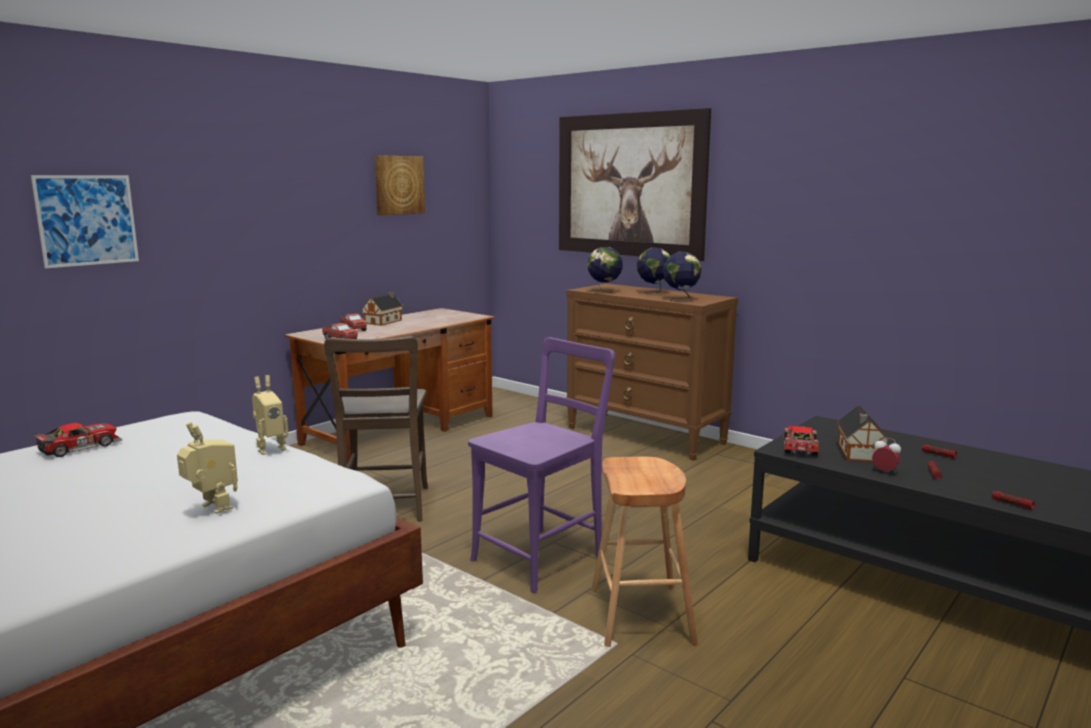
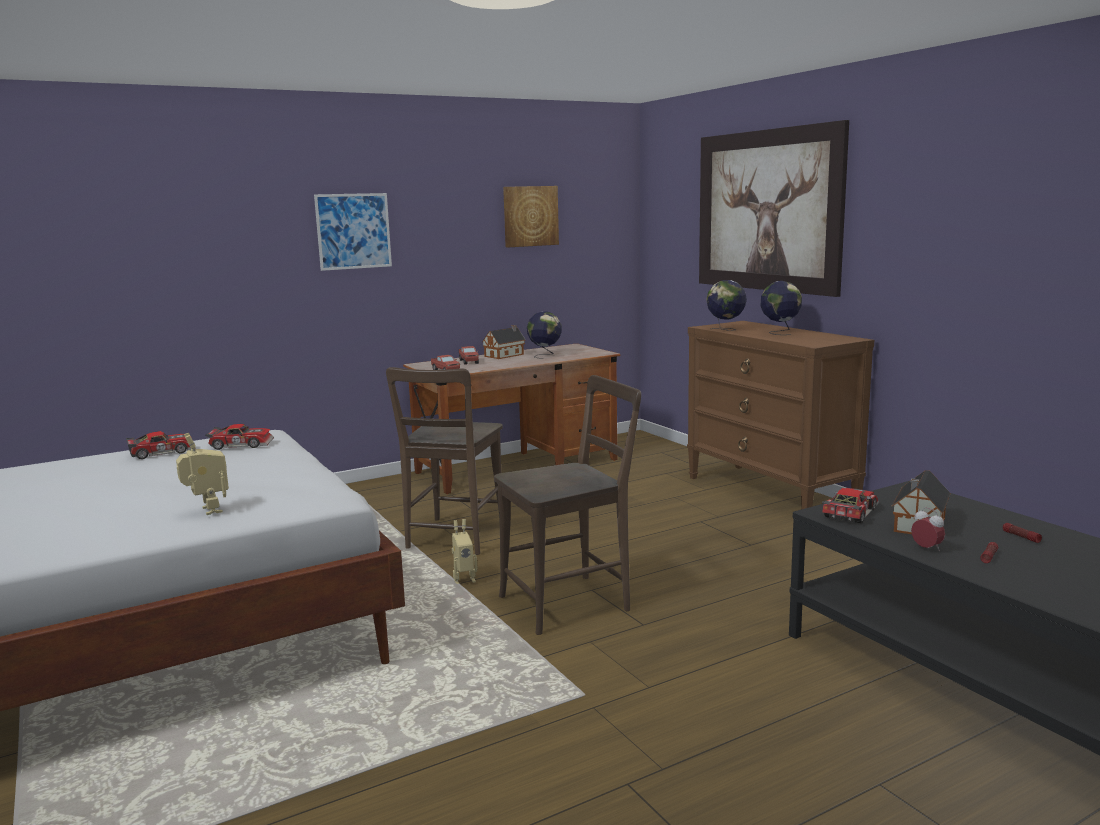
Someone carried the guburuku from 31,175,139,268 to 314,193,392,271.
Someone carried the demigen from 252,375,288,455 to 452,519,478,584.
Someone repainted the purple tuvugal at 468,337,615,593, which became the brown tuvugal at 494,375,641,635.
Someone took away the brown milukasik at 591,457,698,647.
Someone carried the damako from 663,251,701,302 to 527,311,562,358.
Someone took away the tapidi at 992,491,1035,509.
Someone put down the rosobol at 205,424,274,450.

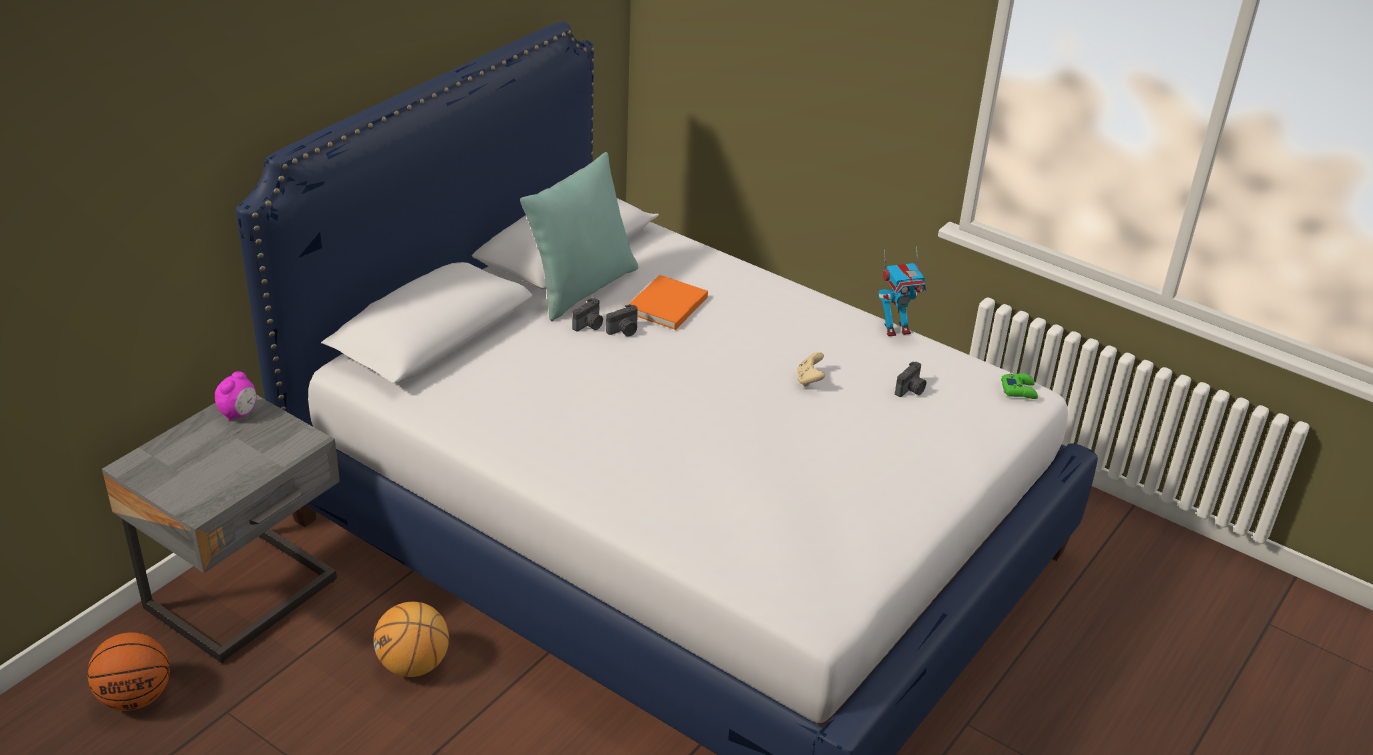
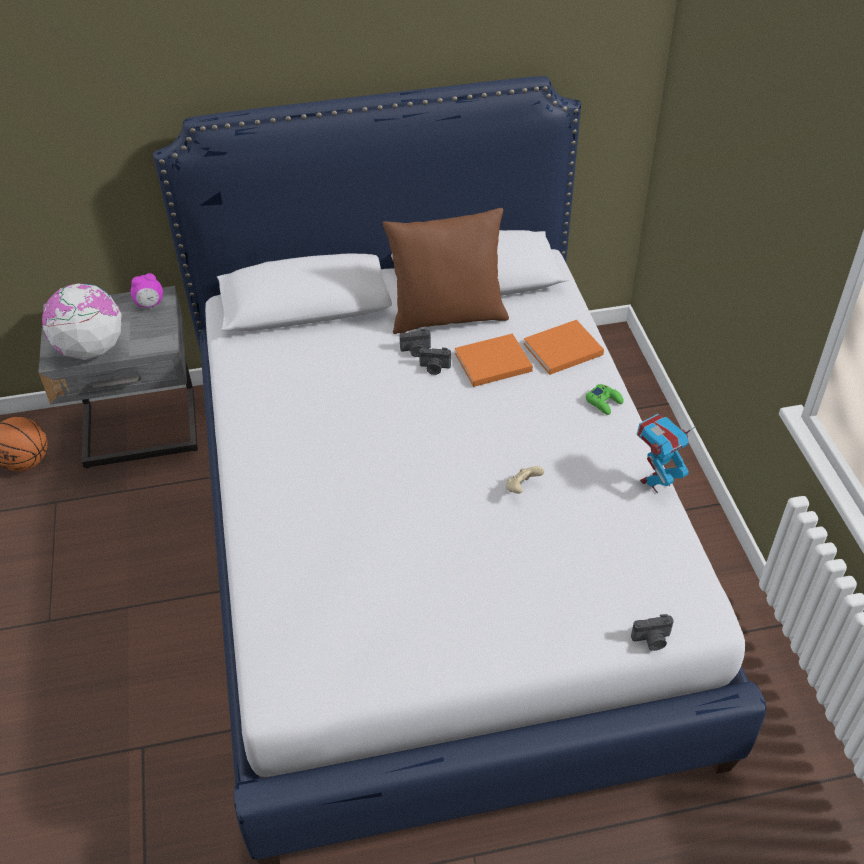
Someone took away the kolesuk at 373,602,449,677.
Someone repainted the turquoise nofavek at 520,152,638,321, which became the brown nofavek at 383,208,509,334.
Someone rotated the demigen at 879,246,927,336 by 120 degrees clockwise.
Someone carried the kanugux from 895,362,926,397 to 631,614,674,651.
Someone carried the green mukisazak from 1001,373,1038,399 to 586,384,624,415.
Someone put down the damako at 42,284,122,360.
Someone put down the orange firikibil at 523,320,604,375.

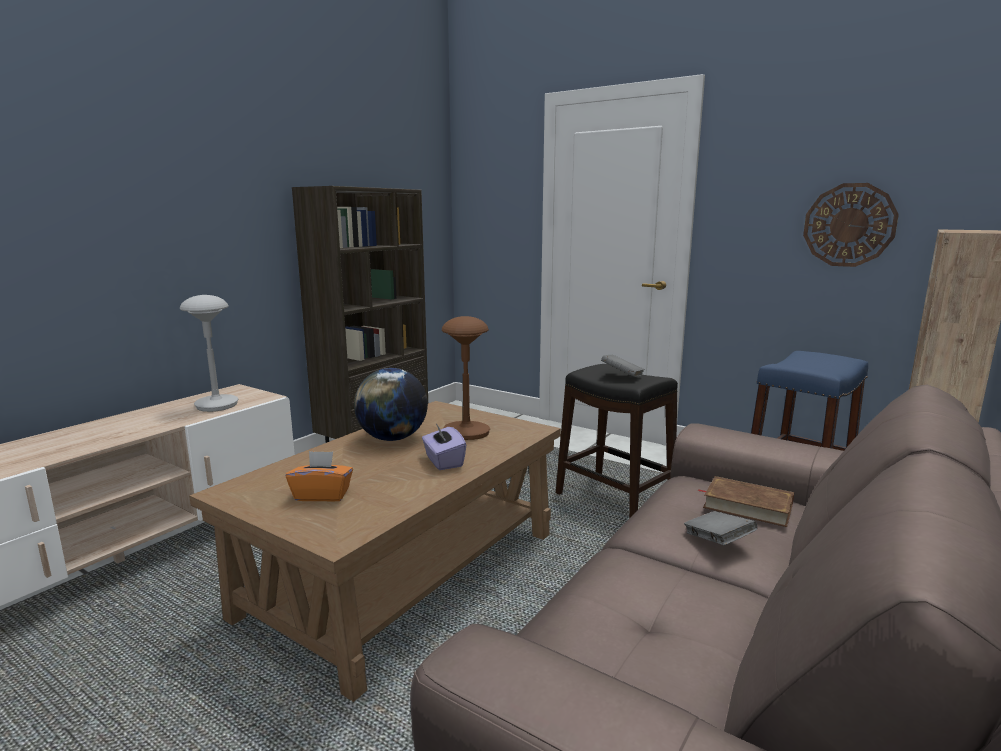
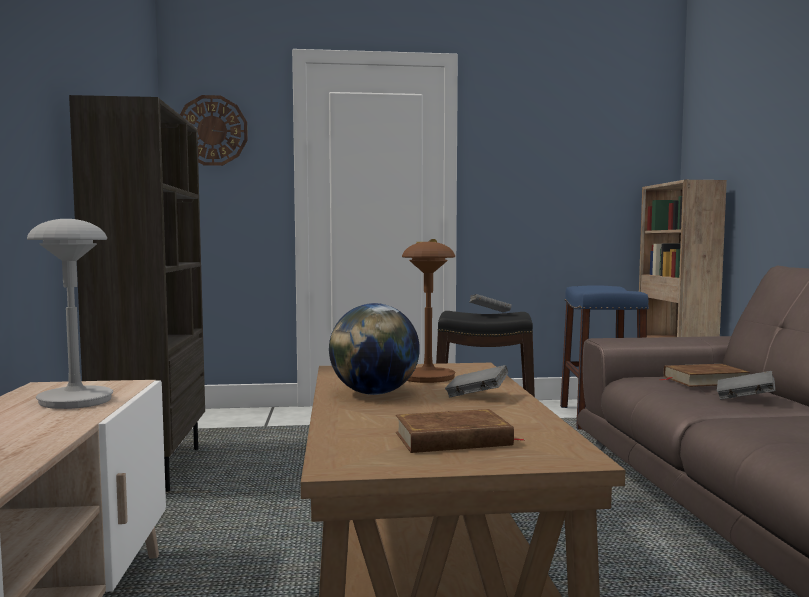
Someone swapped the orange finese at 286,451,353,502 for the brown firikibil at 396,409,524,453.
Someone swapped the purple finese at 422,424,466,470 for the grey firikibil at 445,365,508,397.
Someone carried the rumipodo from 803,183,899,267 to 180,95,248,166.

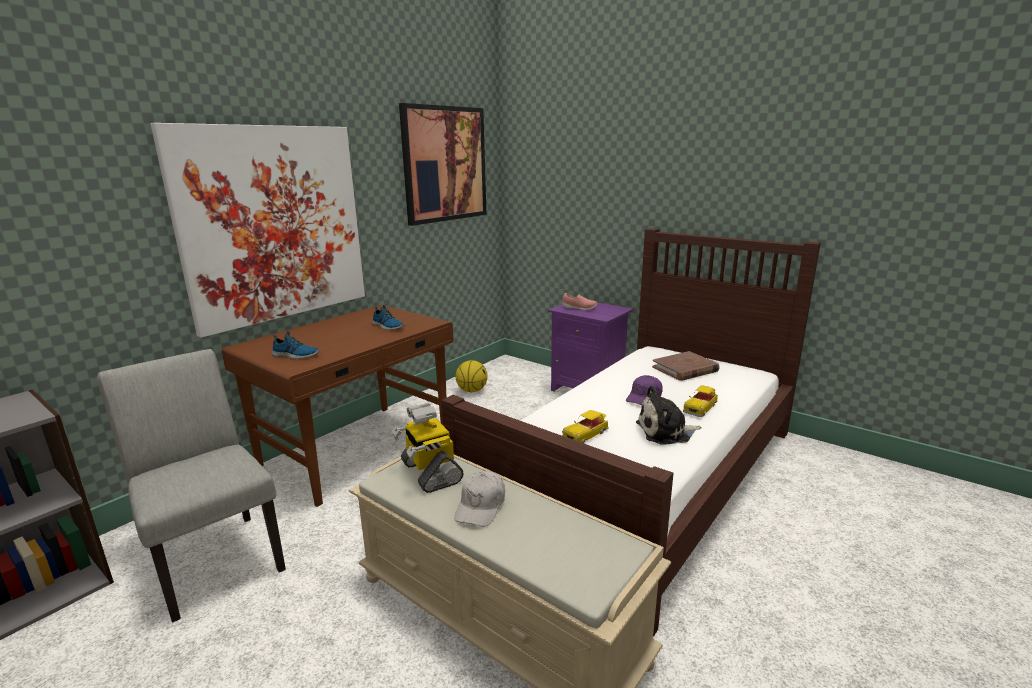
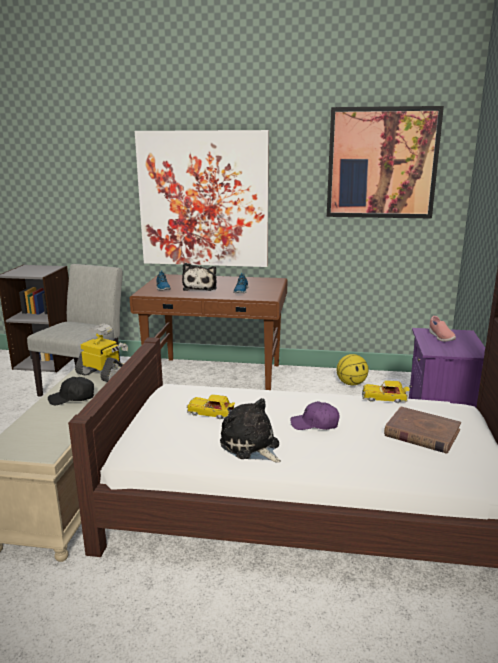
Someone rotated the demigen at 392,403,463,493 by 90 degrees clockwise.
Someone repainted the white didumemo at 454,471,505,527, which became the black didumemo at 48,377,94,405.
Someone carried the rosobol from 683,385,718,417 to 362,380,410,403.
Someone put down the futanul at 182,263,217,291.

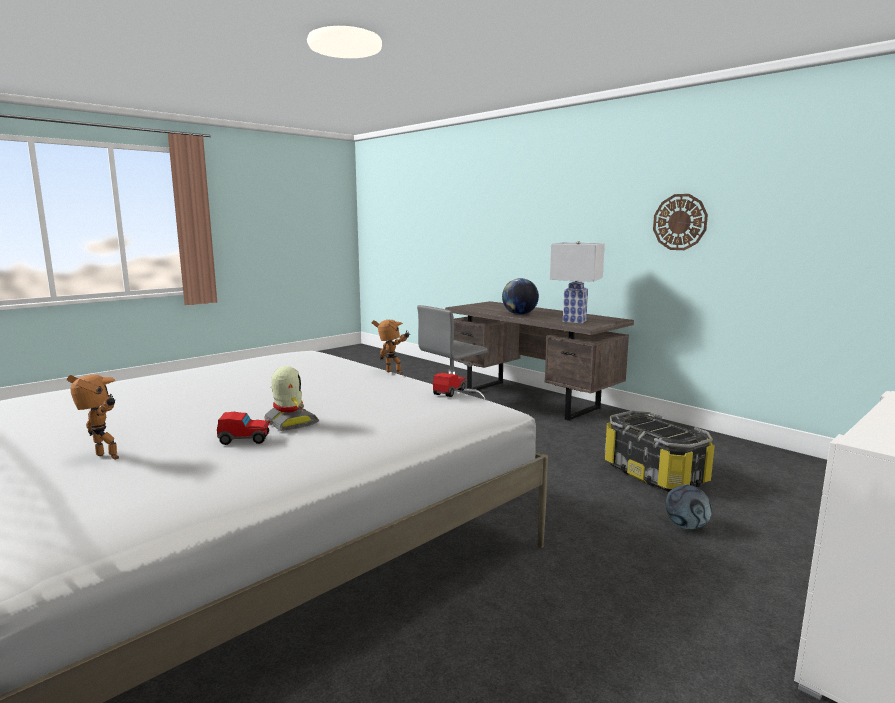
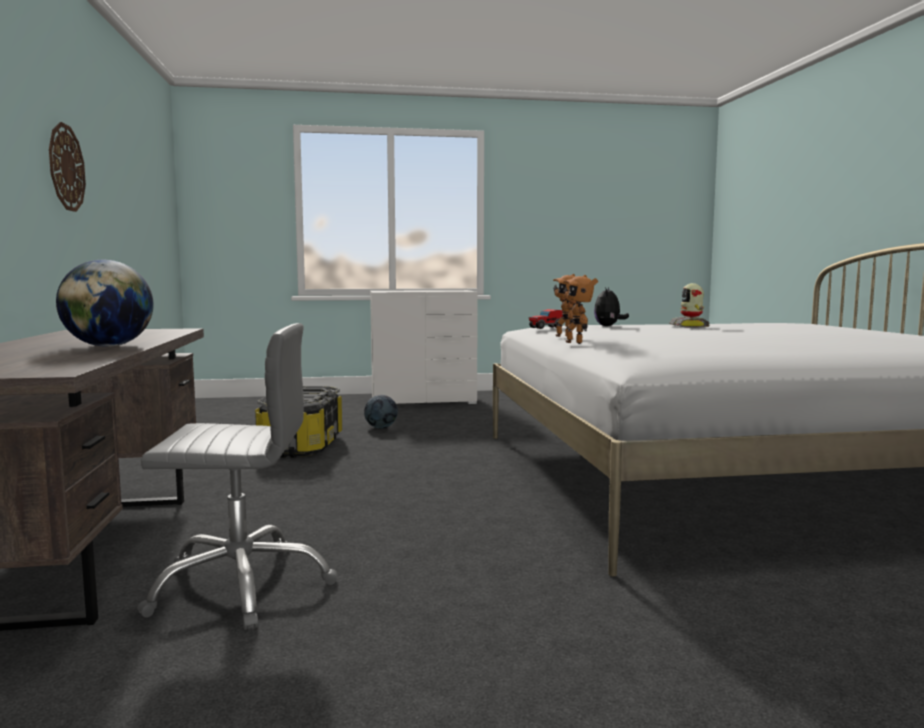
Someone carried the demigen from 67,375,119,460 to 563,275,598,344.
Someone took away the rosobol at 217,412,270,445.
Someone took away the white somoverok at 550,241,605,324.
Someone put down the futanul at 594,287,629,326.

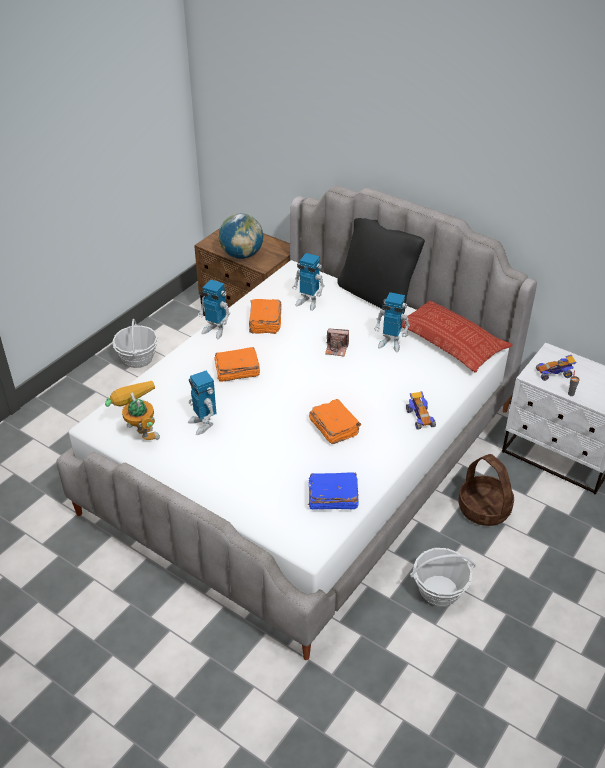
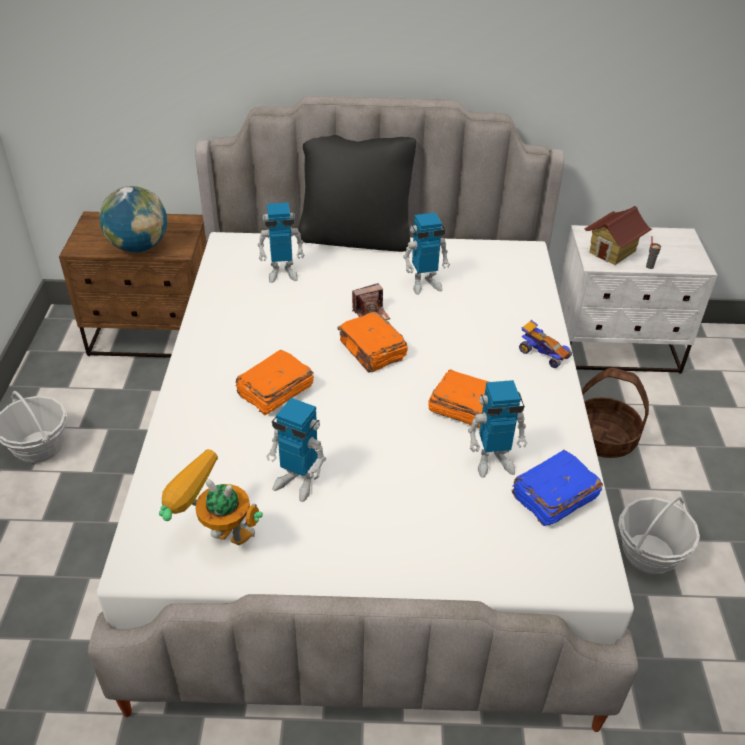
Someone carried the demigen from 198,280,230,339 to 468,380,527,478.
Someone carried the orange firikibil from 249,299,282,334 to 337,312,408,372.
Someone took away the nofavek at 402,300,513,373.
Someone swapped the rosobol at 536,355,576,381 for the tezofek at 584,206,652,265.

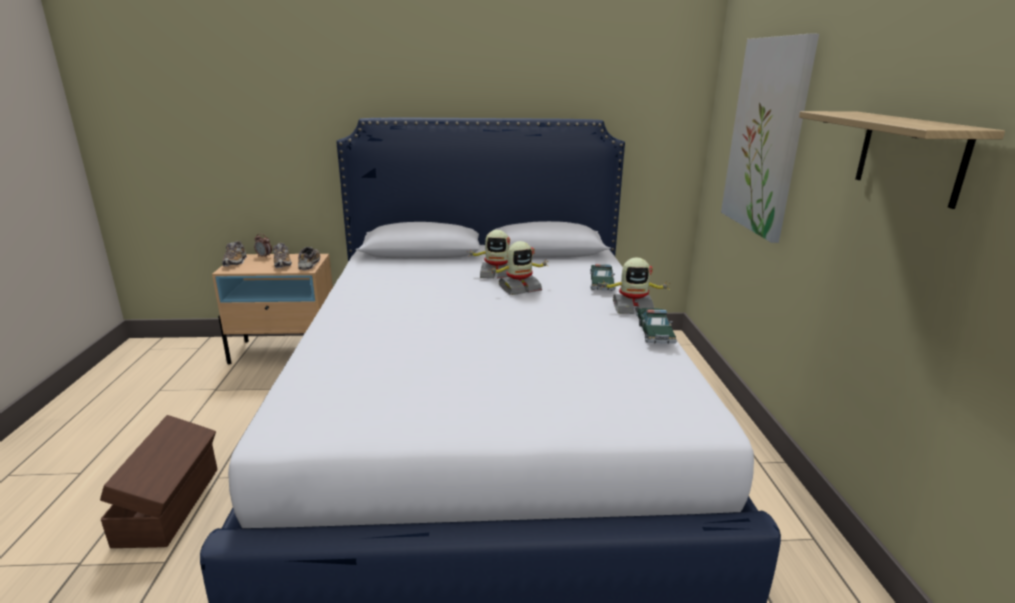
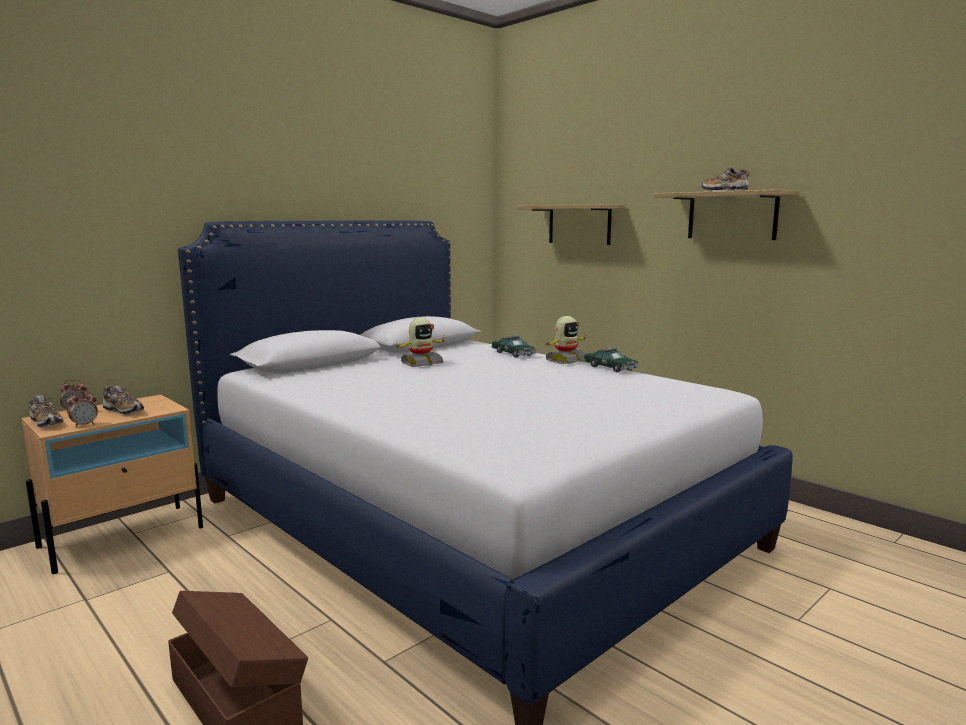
Someone carried the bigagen from 298,247,320,270 to 701,167,750,191.
Someone took away the demigen at 489,241,549,295.
Someone swapped the guburuku at 721,34,819,243 for the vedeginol at 517,204,624,245.
Someone put down the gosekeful at 67,391,98,427.

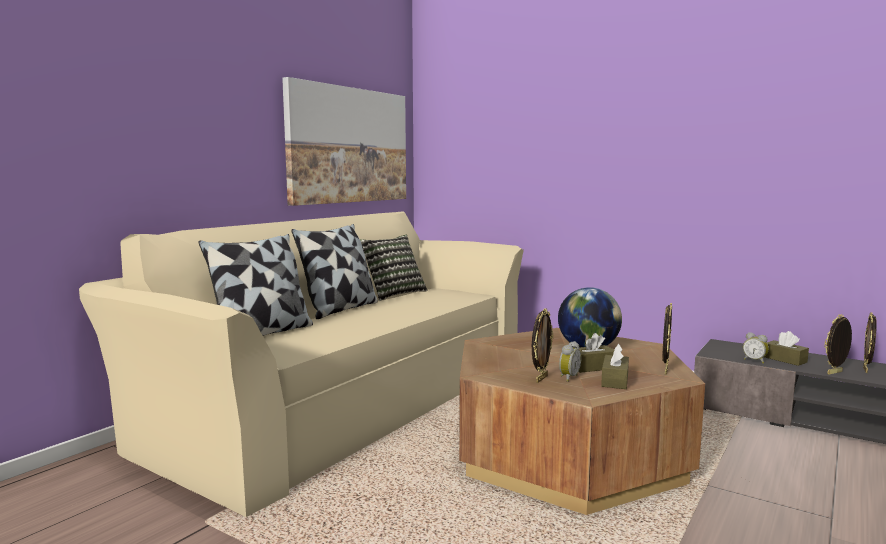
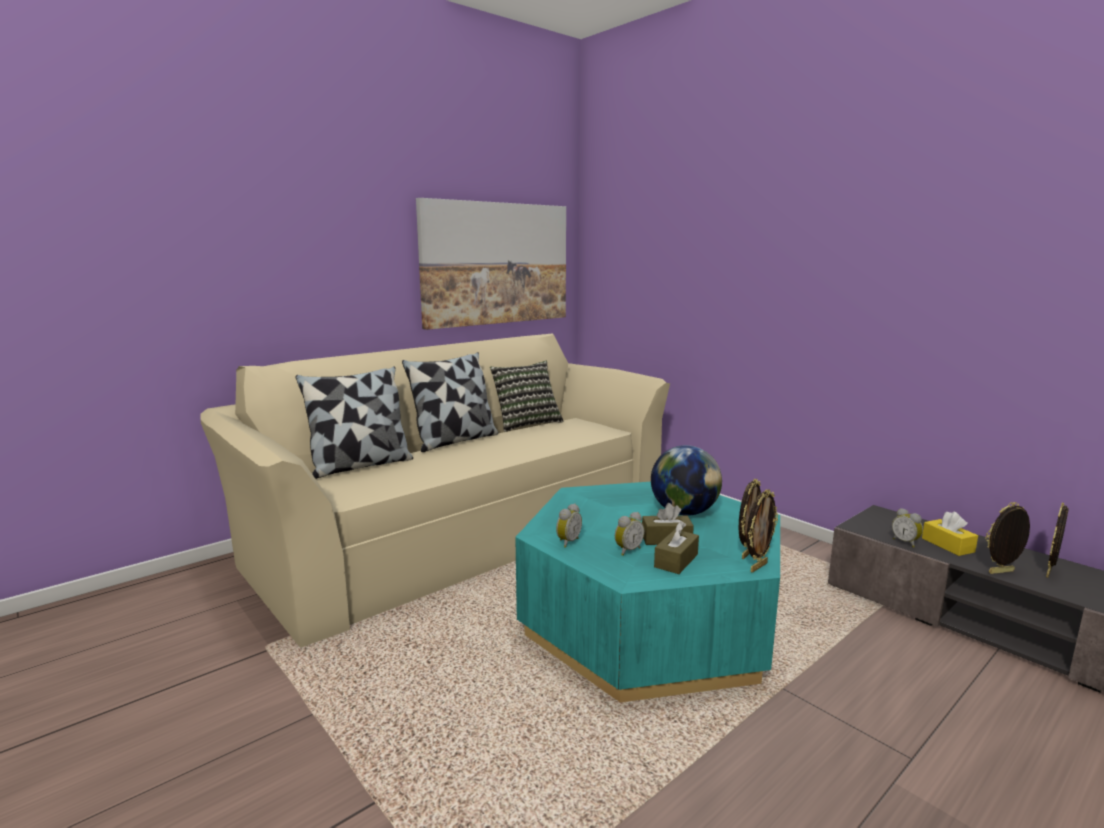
Someone repainted the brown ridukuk at 459,328,705,515, which became the turquoise ridukuk at 515,482,780,703.
Someone carried the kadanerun from 532,308,553,383 to 747,489,778,573.
Someone repainted the brown finese at 765,331,809,366, which became the yellow finese at 922,511,978,556.
Someone put down the gosekeful at 556,503,582,548.

